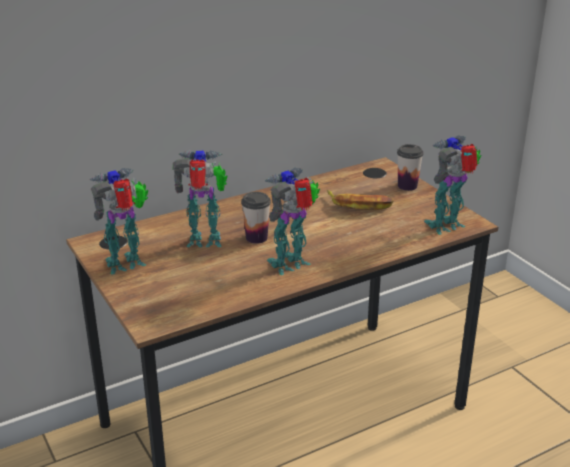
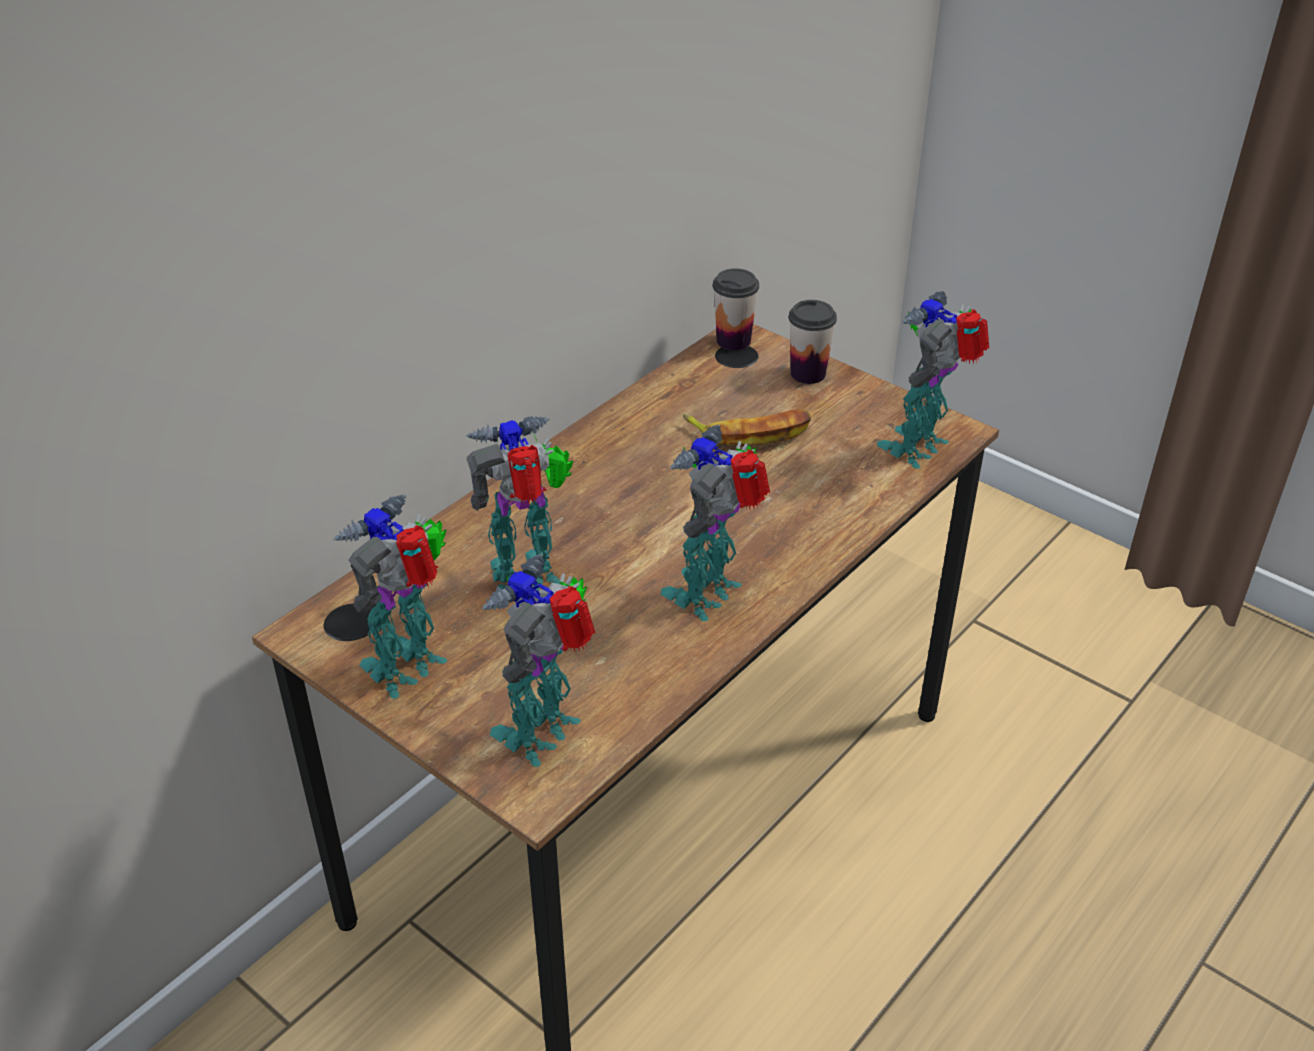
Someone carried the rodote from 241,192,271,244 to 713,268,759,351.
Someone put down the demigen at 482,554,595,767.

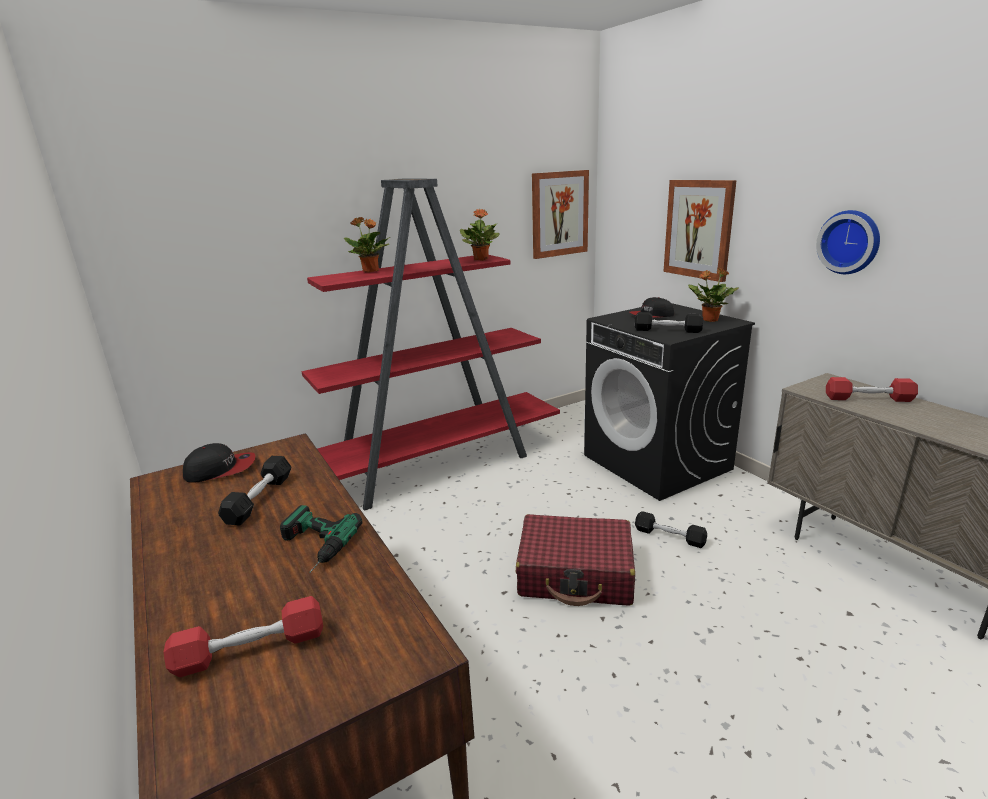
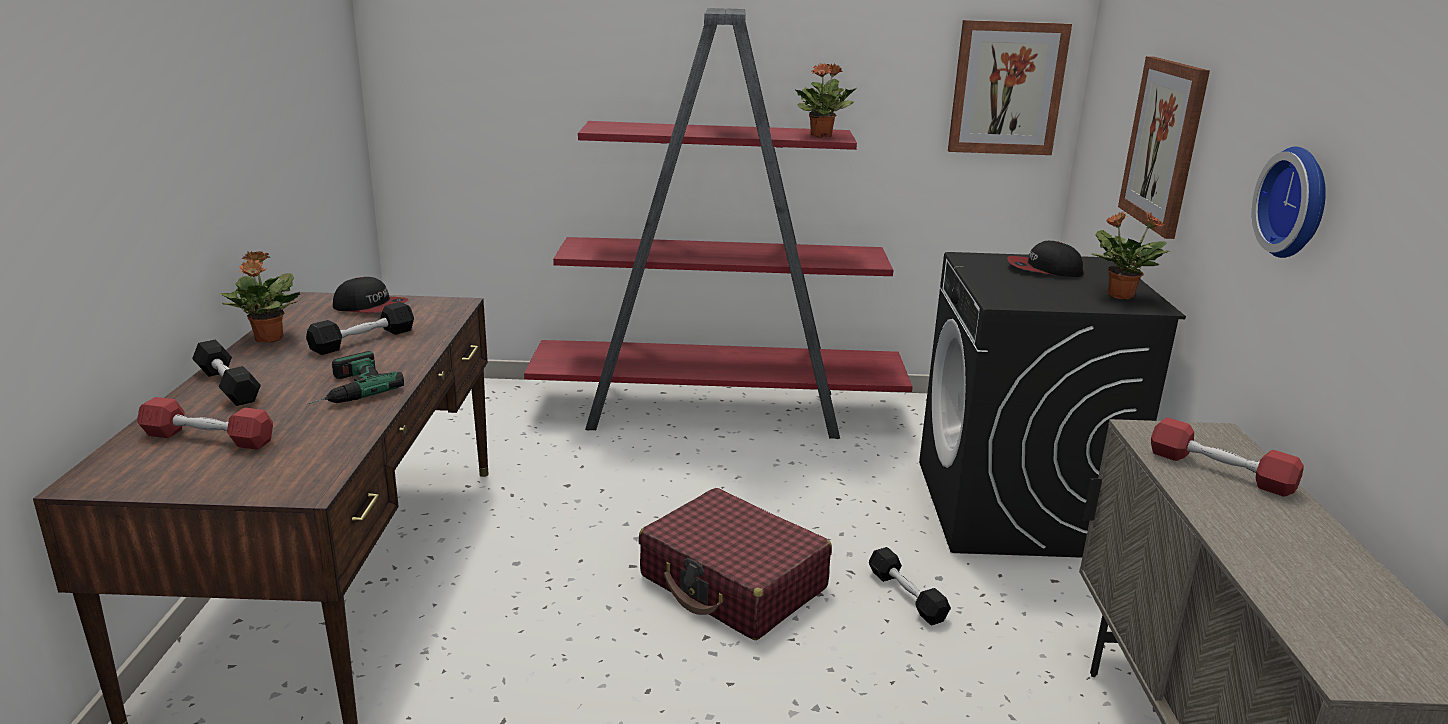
Someone carried the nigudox from 344,217,390,273 to 221,251,300,342.
Someone carried the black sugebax from 635,312,703,333 to 192,340,261,406.

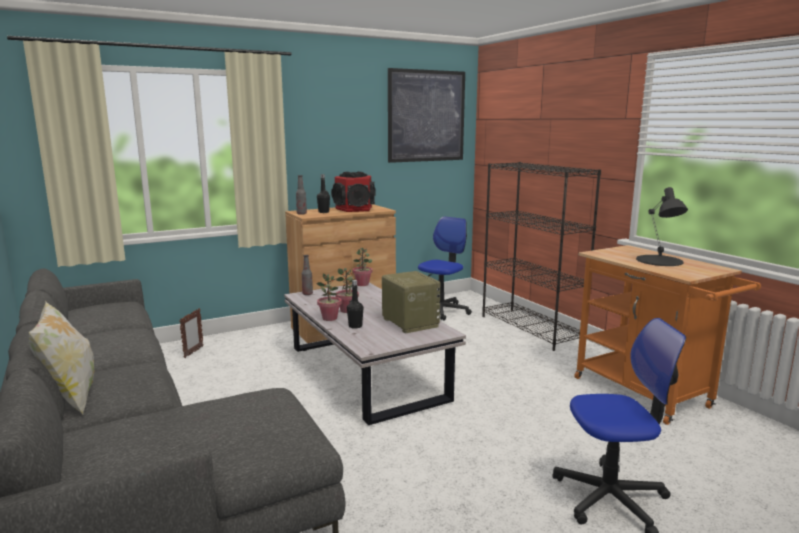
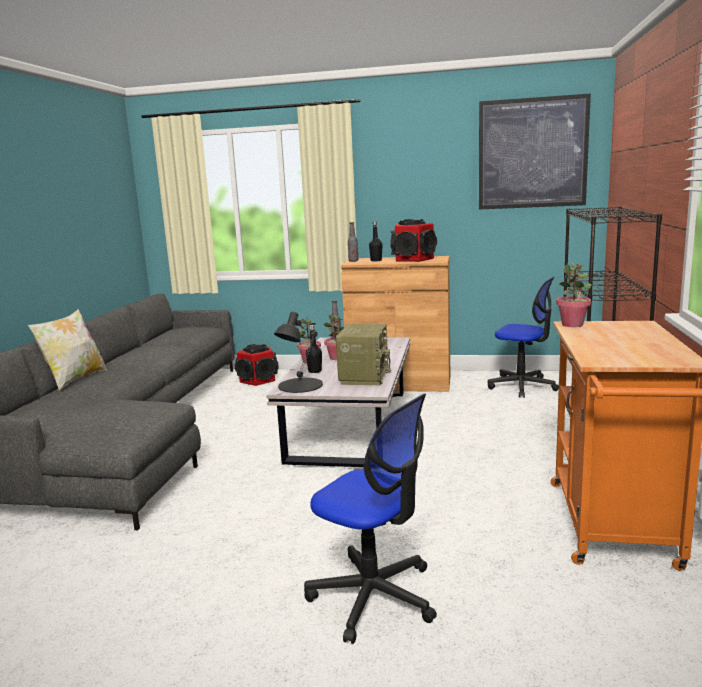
Someone swapped the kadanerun at 180,308,204,358 for the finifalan at 235,344,279,386.
Someone carried the nigudox from 352,248,372,286 to 556,263,591,327.
Someone rotated the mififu at 418,216,472,321 by 45 degrees clockwise.
Someone carried the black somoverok from 636,187,688,266 to 274,312,323,393.

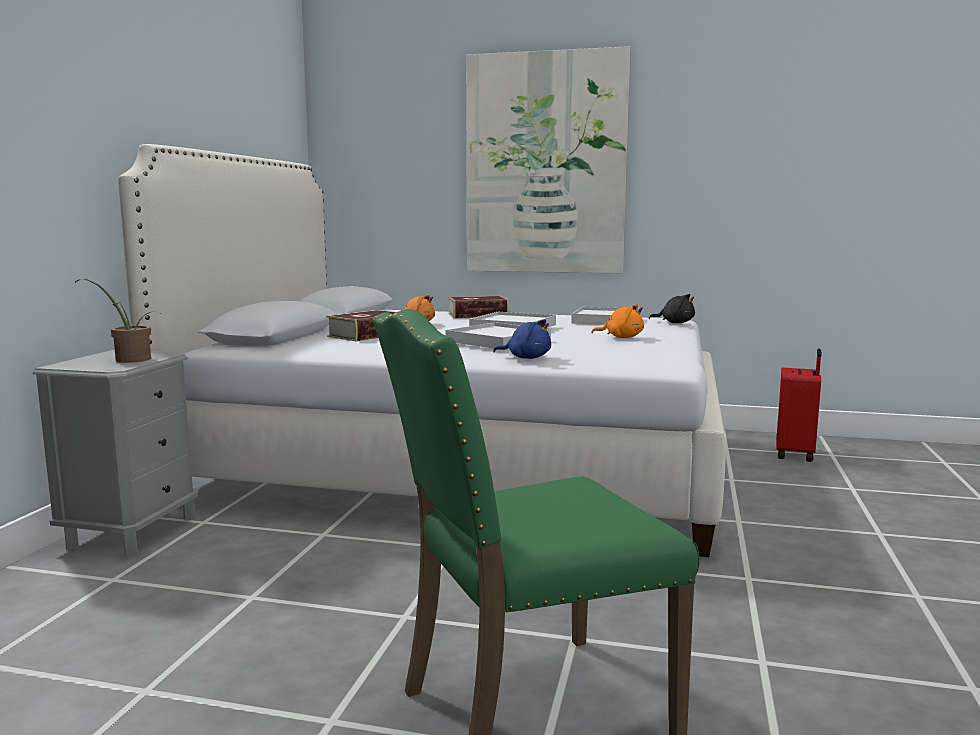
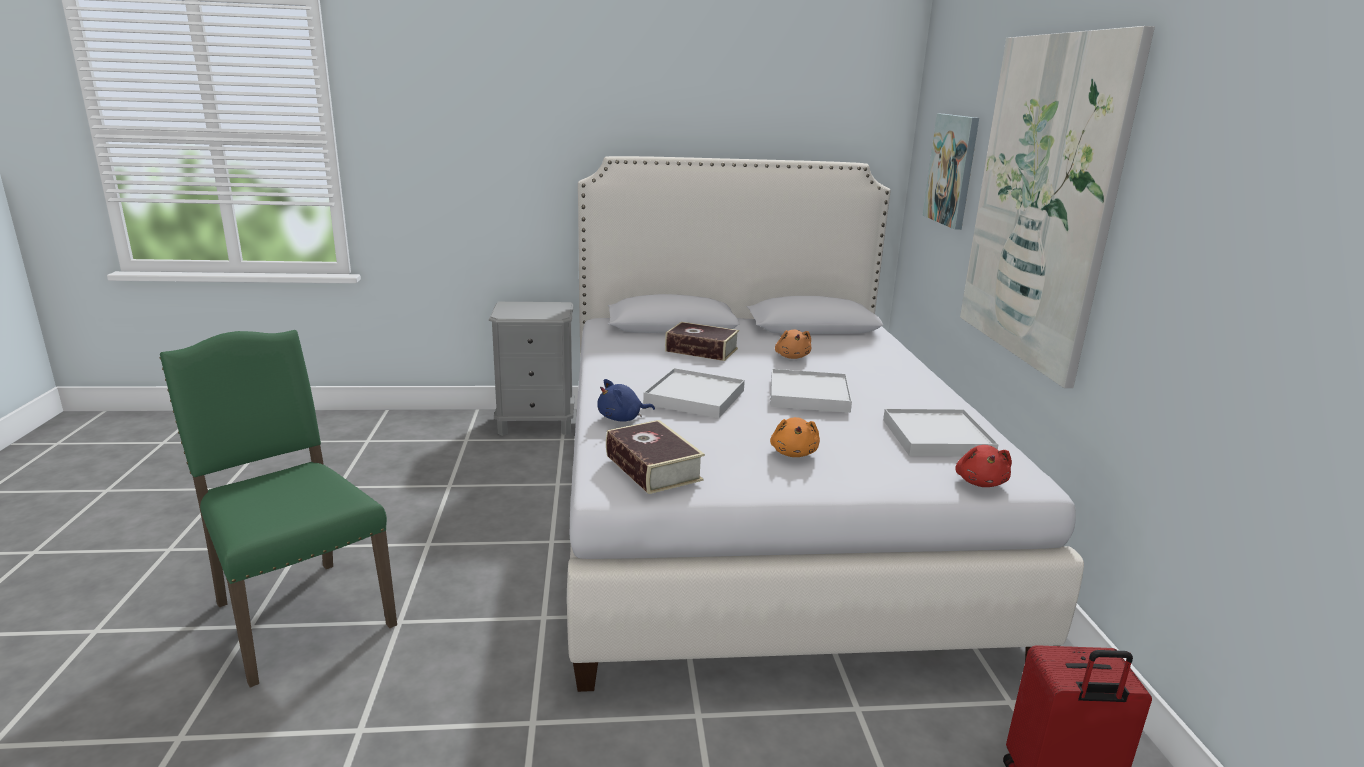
Someone took away the nigudox at 75,279,151,363.
Someone carried the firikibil from 448,296,509,319 to 606,420,705,494.
Someone rotated the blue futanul at 493,319,551,359 by 60 degrees clockwise.
Someone repainted the black futanul at 649,294,695,323, which became the red futanul at 955,445,1012,487.
Someone put up the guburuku at 923,114,979,230.

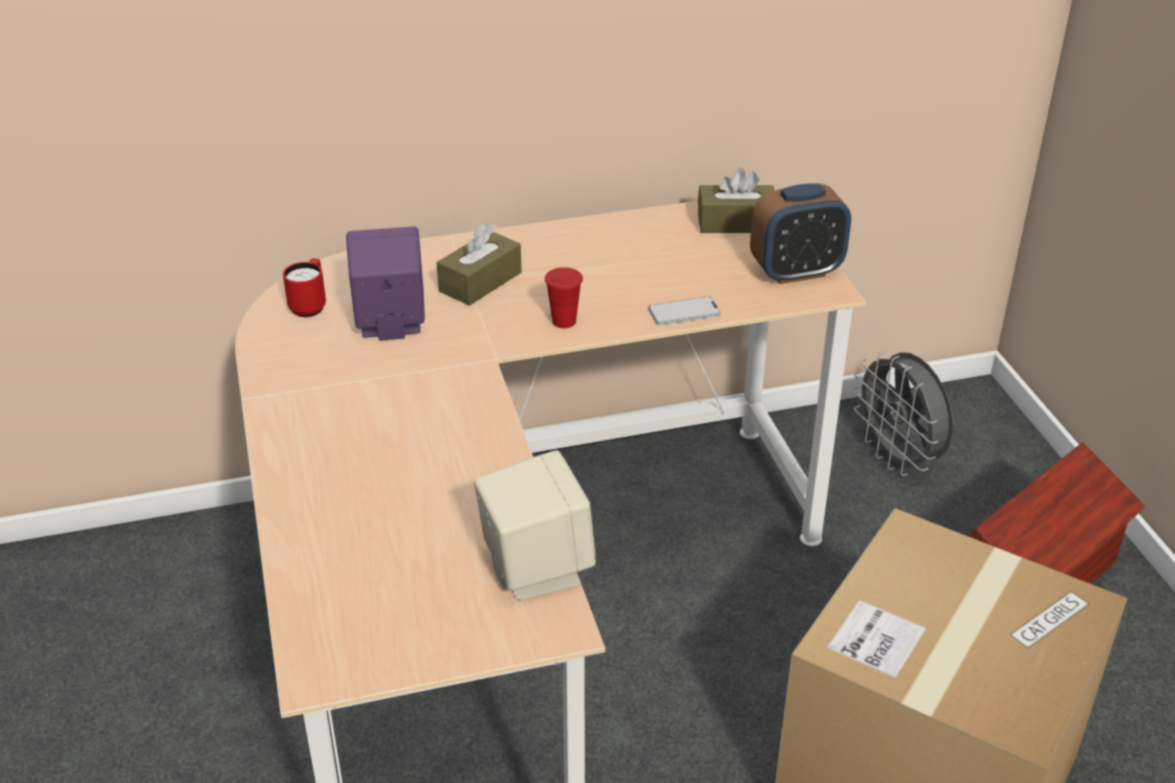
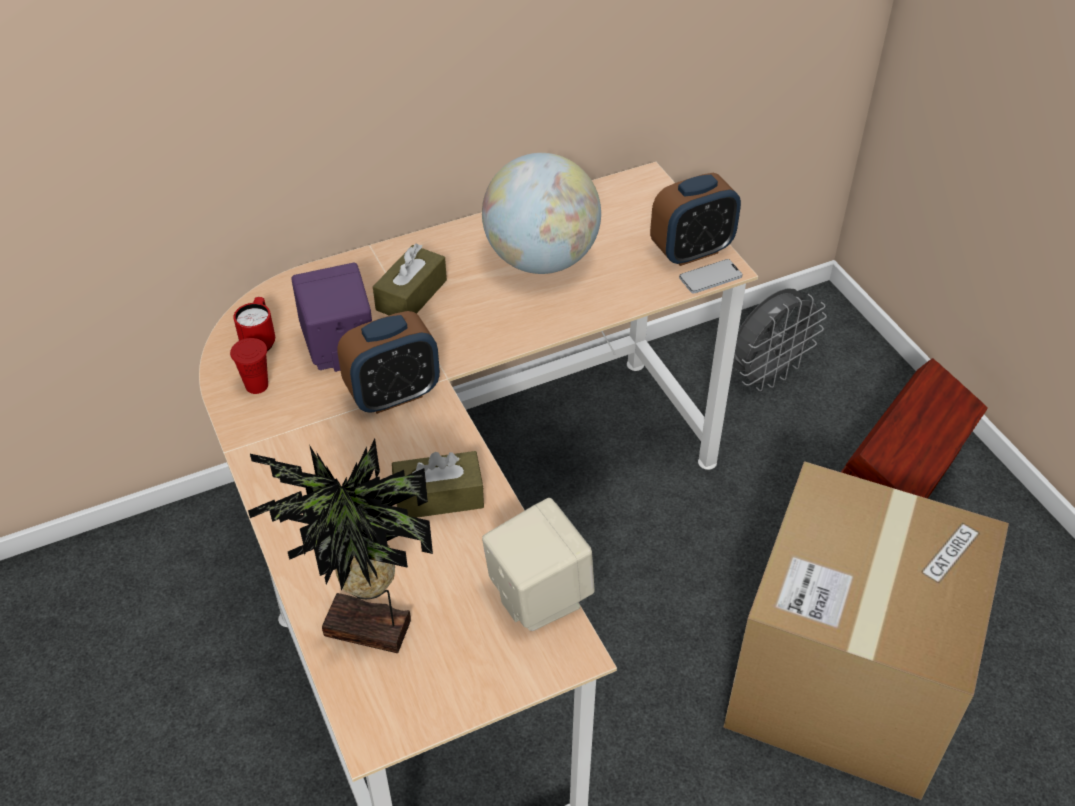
Someone carried the red rodote from 545,267,583,328 to 230,338,268,394.
Someone carried the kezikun from 648,296,720,325 to 679,259,743,293.
Someone carried the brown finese from 698,168,774,233 to 392,451,484,518.
Someone rotated the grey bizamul at 852,351,953,476 by 90 degrees counterclockwise.
Someone put down the nigudox at 248,439,433,653.
Someone put down the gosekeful at 337,311,440,414.
Someone put down the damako at 482,153,601,274.

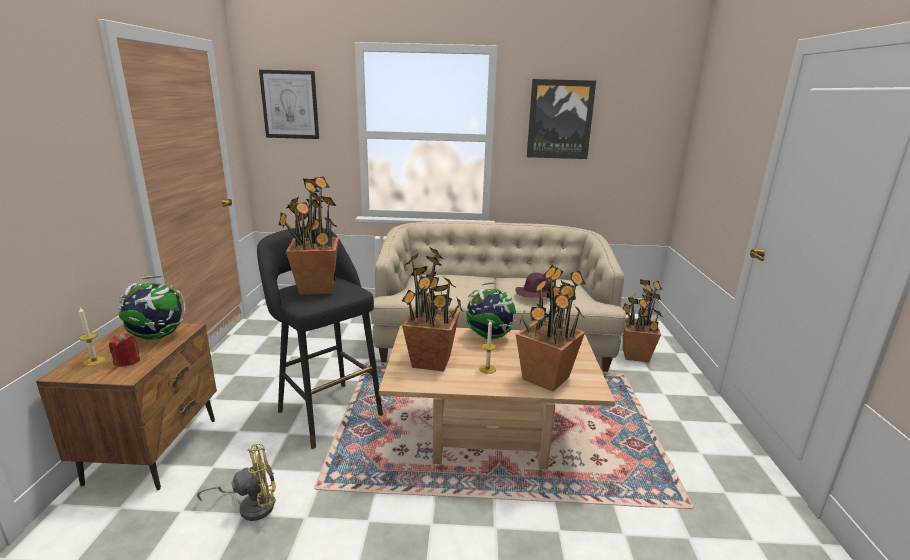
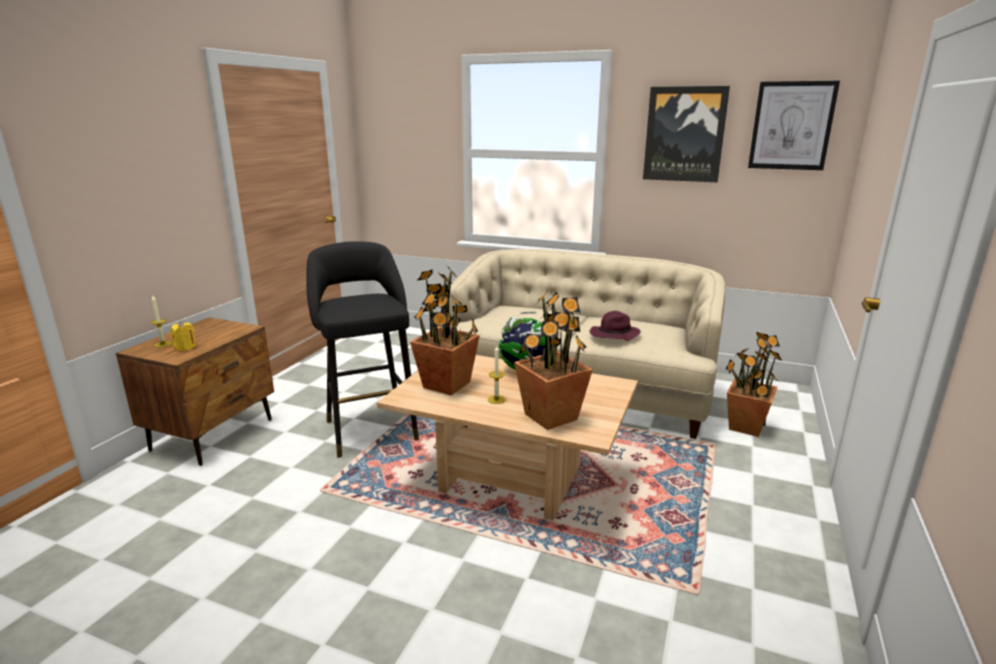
Someone repainted the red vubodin at 109,332,140,367, which became the yellow vubodin at 170,321,196,351.
Someone took away the damako at 119,276,186,340.
Someone took away the yellow bizamul at 197,444,276,521.
Someone carried the guburuku from 259,70,319,139 to 748,81,840,170.
Someone took away the nigudox at 279,177,339,295.

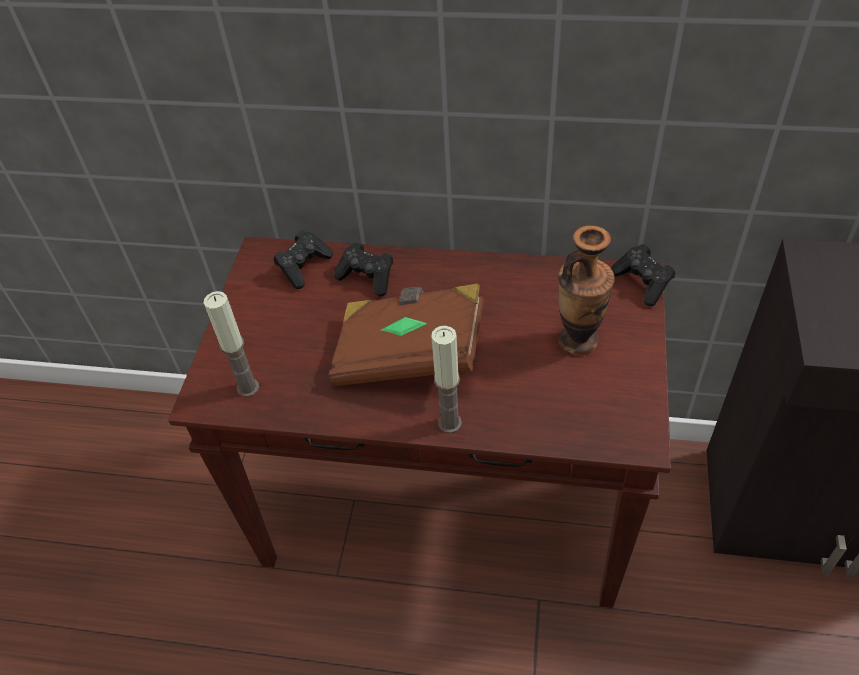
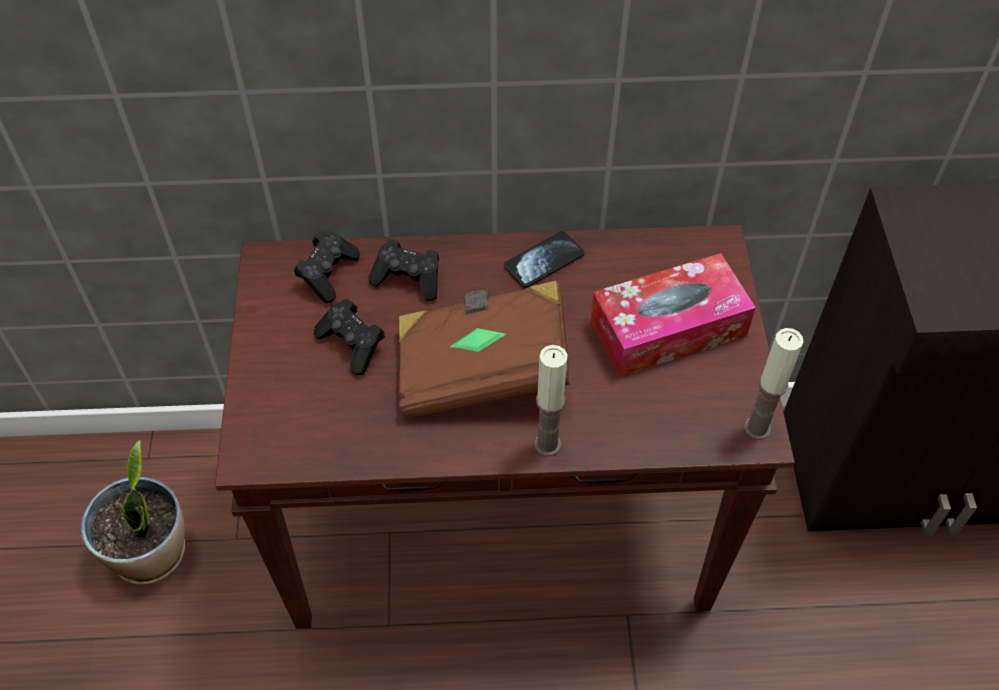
Someone carried the vubodin from 204,291,259,397 to 744,328,804,440.
Someone swapped the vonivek at 558,225,615,355 for the finese at 590,253,756,377.
Someone carried the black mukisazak from 611,244,675,306 to 314,299,385,375.
Someone put down the nigudox at 81,440,185,585.
Someone put down the kezikun at 504,231,584,288.

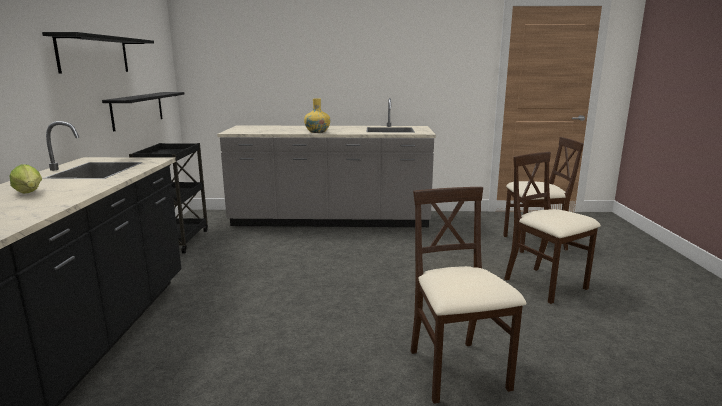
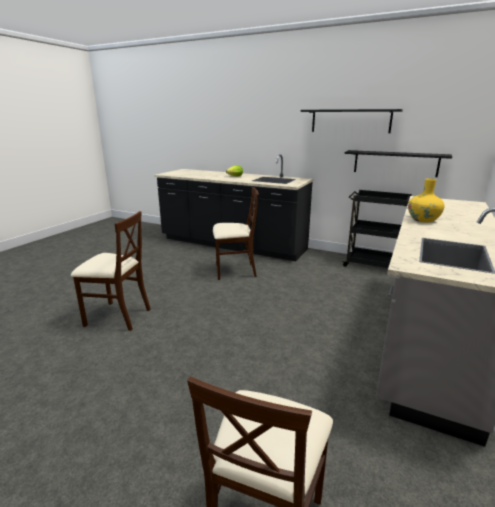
Someone carried the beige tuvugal from 504,152,601,304 to 213,187,259,280.

